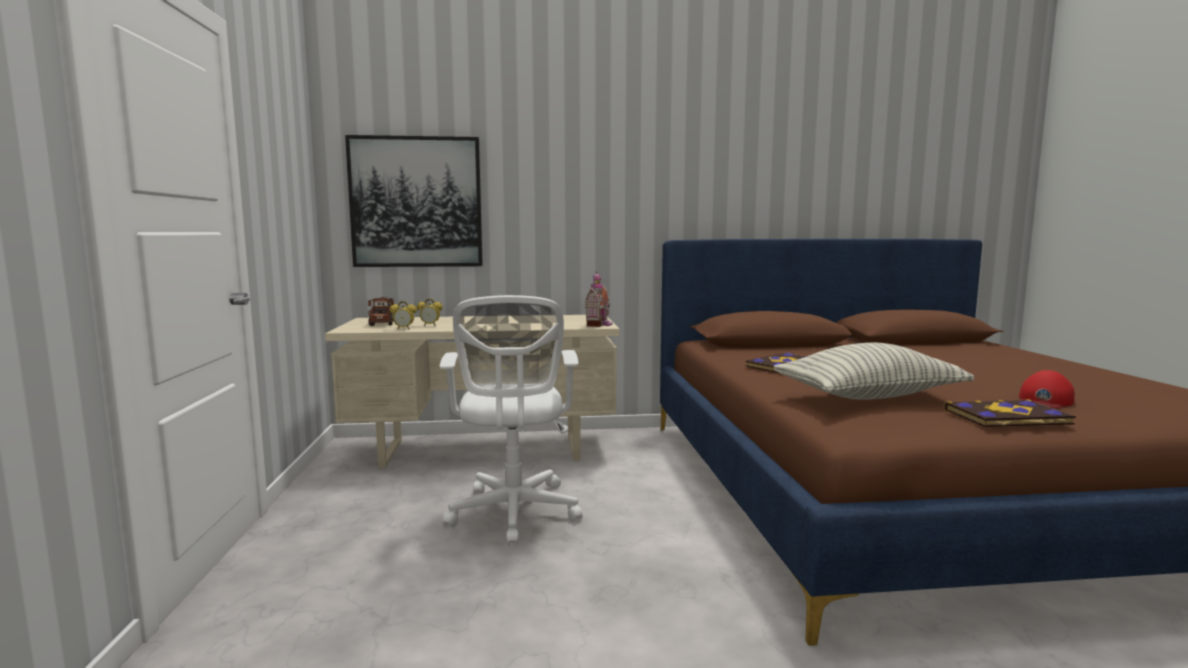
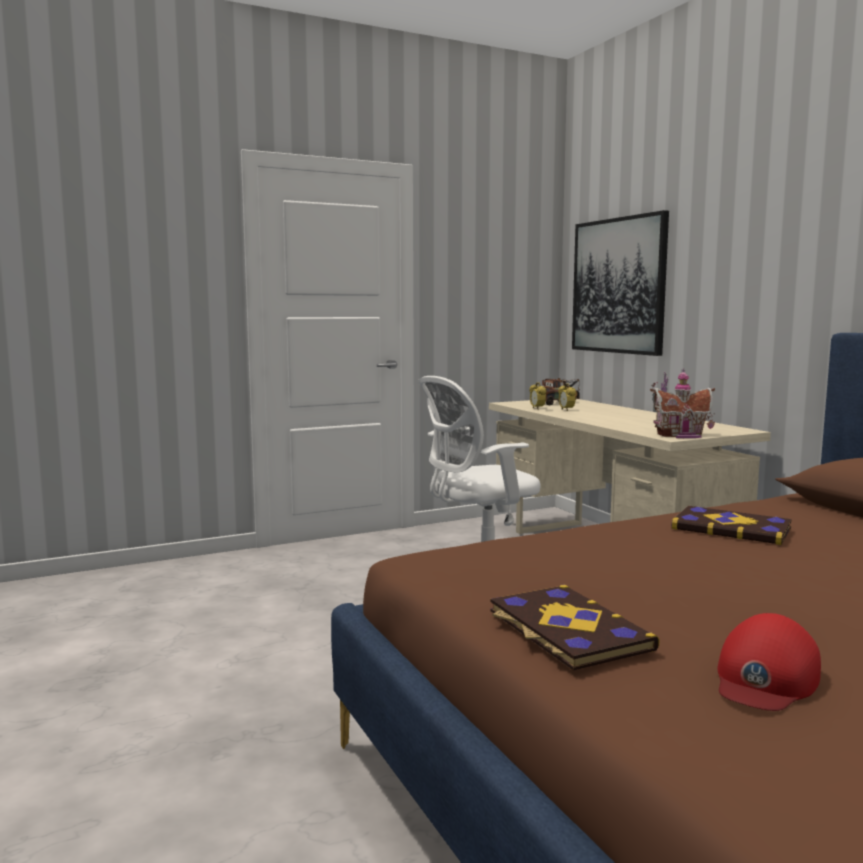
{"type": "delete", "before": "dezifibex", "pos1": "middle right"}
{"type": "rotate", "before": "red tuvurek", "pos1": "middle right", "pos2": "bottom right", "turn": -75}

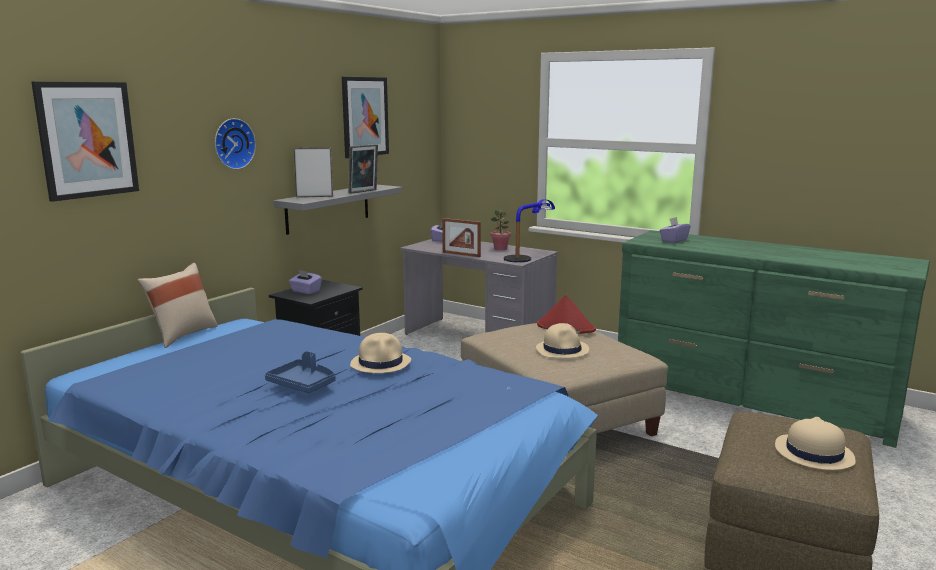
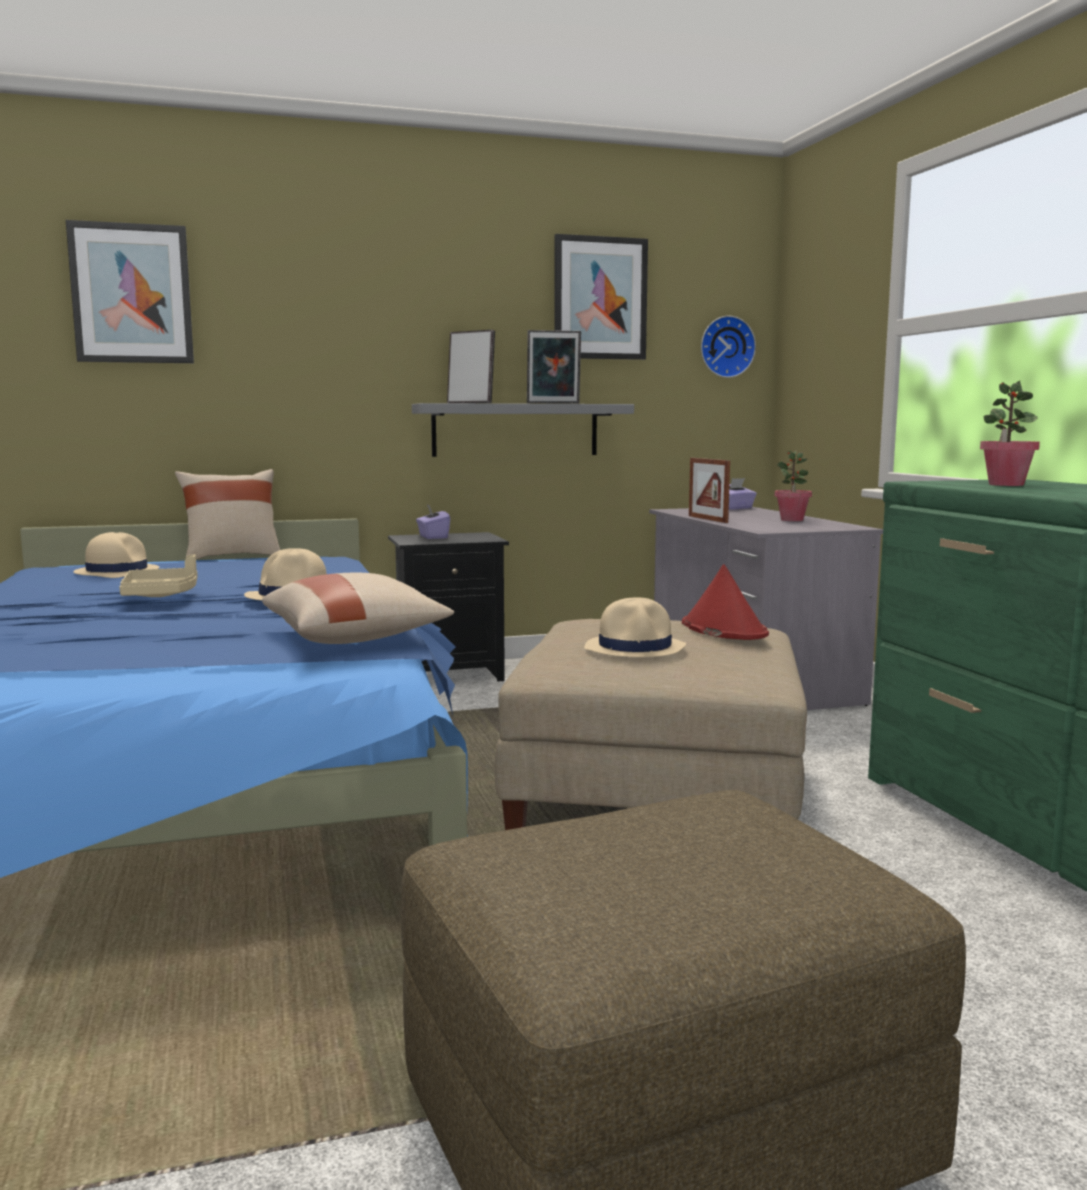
{"type": "move", "before": "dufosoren", "pos1": "top left", "pos2": "top right"}
{"type": "delete", "before": "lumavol", "pos1": "centre"}
{"type": "replace", "before": "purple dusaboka (3rd from left)", "after": "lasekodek (2nd from left)", "pos1": "middle right", "pos2": "middle right"}
{"type": "recolor", "before": "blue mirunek", "after": "beige mirunek", "pos1": "middle left", "pos2": "middle left"}
{"type": "move", "before": "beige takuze (3rd from left in the first image)", "after": "beige takuze (1st from left)", "pos1": "bottom right", "pos2": "middle left"}
{"type": "insert", "after": "beige dezifibex (2nd from left)", "pos2": "middle left"}

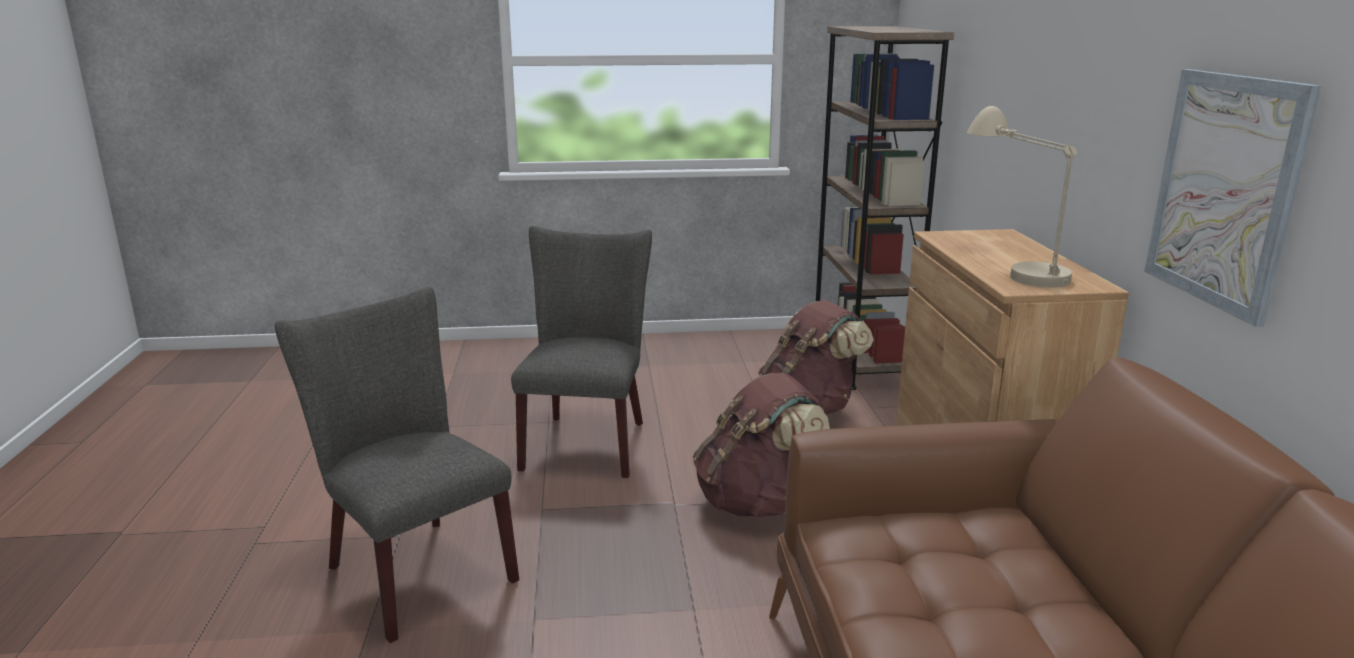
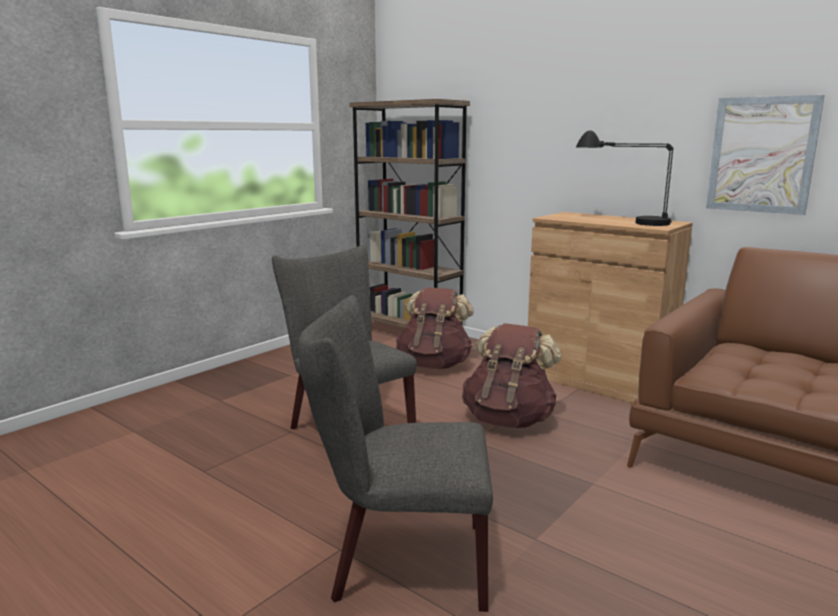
{"type": "recolor", "before": "beige lumavol", "after": "black lumavol", "pos1": "top right", "pos2": "top right"}

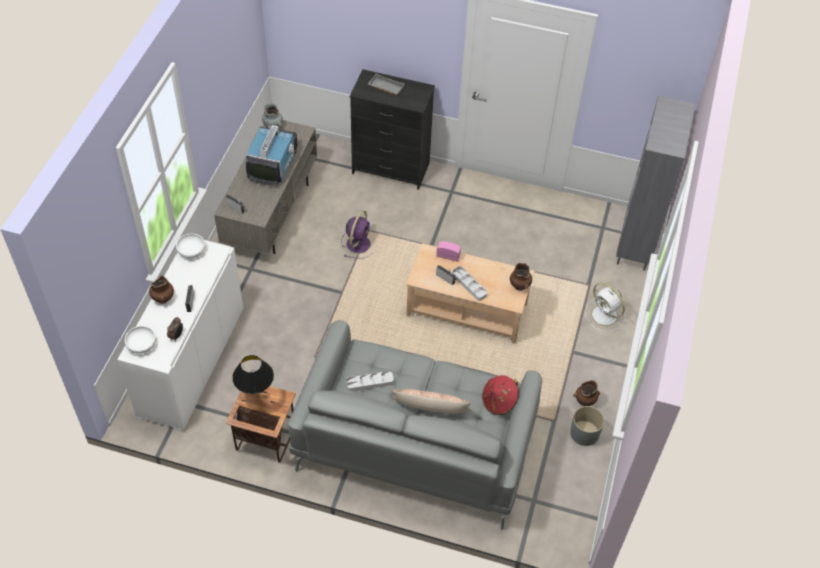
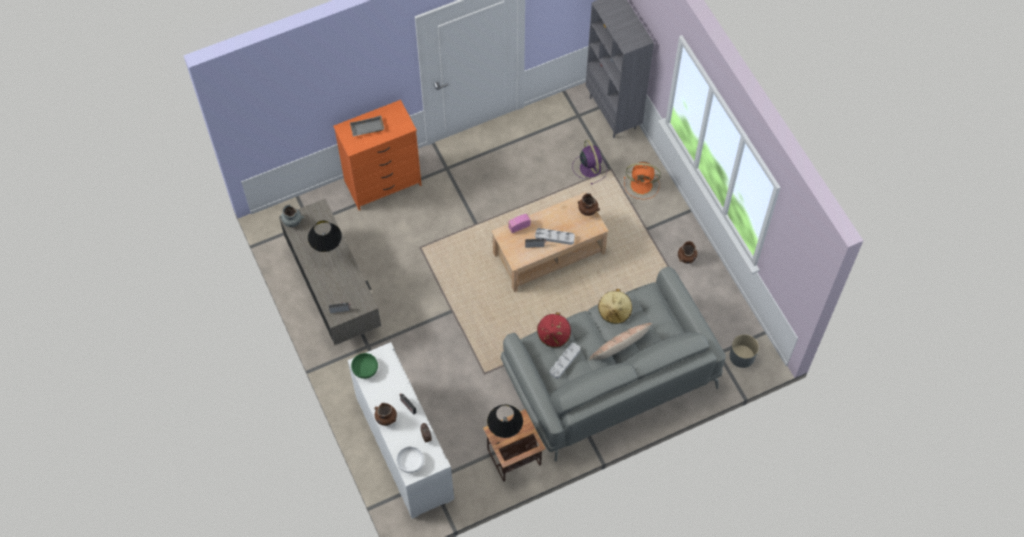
{"type": "recolor", "before": "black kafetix", "after": "orange kafetix", "pos1": "top centre", "pos2": "top centre"}
{"type": "replace", "before": "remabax", "after": "black lumavol (1st from left)", "pos1": "top left", "pos2": "middle left"}
{"type": "move", "before": "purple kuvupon", "pos1": "centre", "pos2": "top centre"}
{"type": "recolor", "before": "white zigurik (2nd from left)", "after": "green zigurik", "pos1": "middle left", "pos2": "bottom centre"}
{"type": "recolor", "before": "white kuvupon", "after": "orange kuvupon", "pos1": "middle right", "pos2": "centre"}
{"type": "move", "before": "red takuze", "pos1": "bottom centre", "pos2": "centre"}
{"type": "move", "before": "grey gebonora", "pos1": "bottom right", "pos2": "middle right"}
{"type": "insert", "after": "beige takuze", "pos2": "centre"}

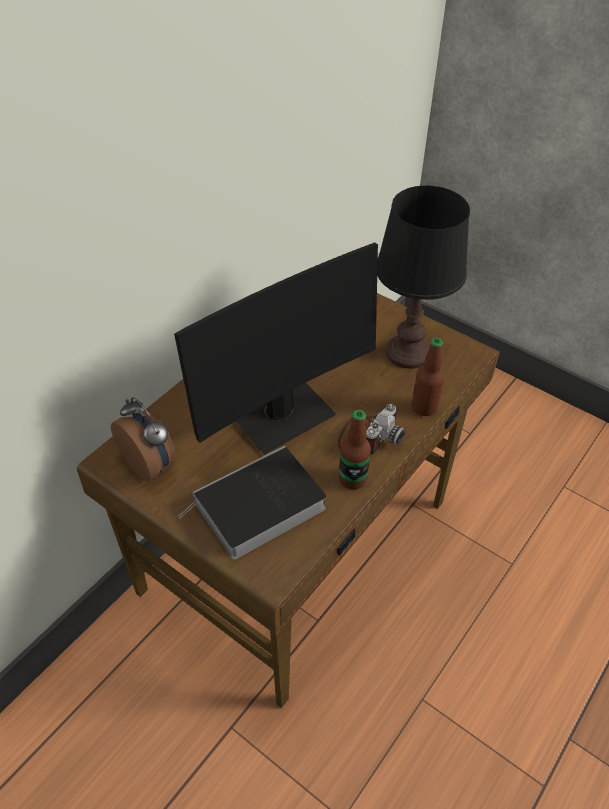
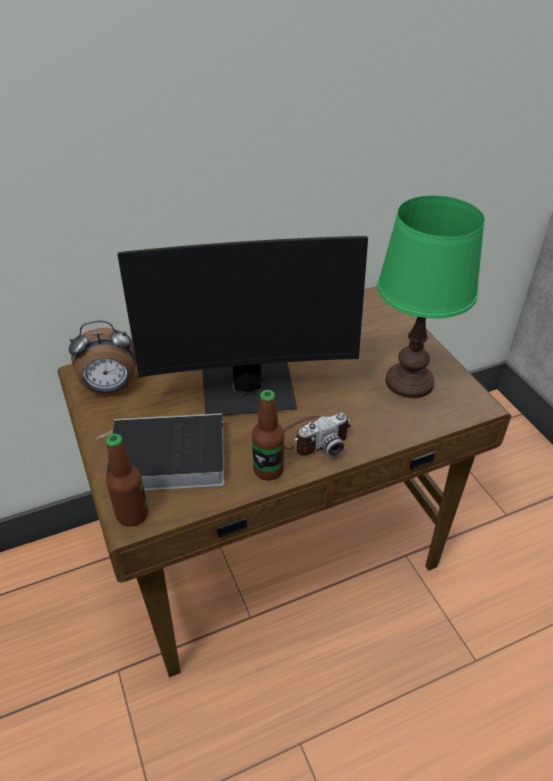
{"type": "recolor", "before": "black lumavol", "after": "green lumavol", "pos1": "middle right", "pos2": "middle right"}
{"type": "move", "before": "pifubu (2nd from left in the first image)", "after": "pifubu (1st from left)", "pos1": "middle right", "pos2": "middle left"}
{"type": "rotate", "before": "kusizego", "pos1": "middle left", "pos2": "middle left", "turn": 90}

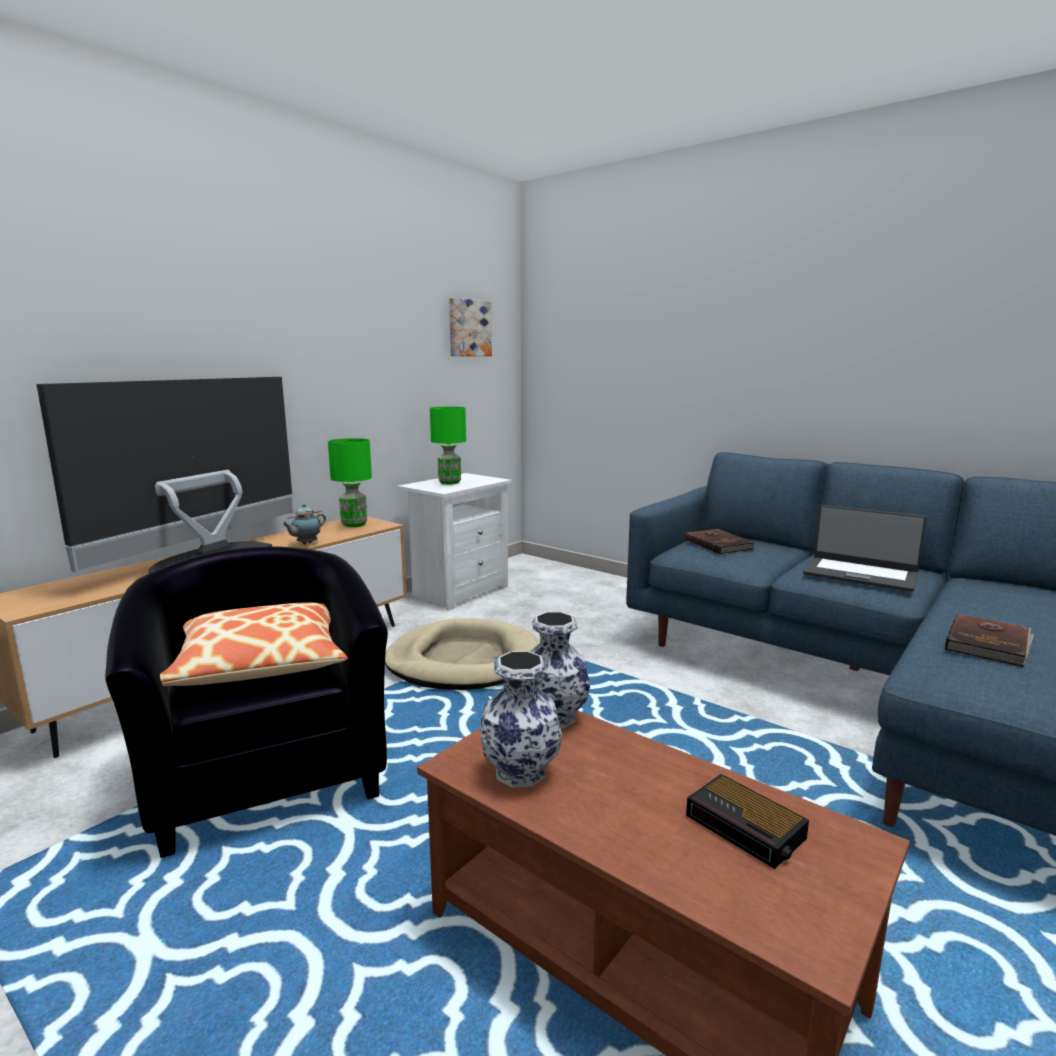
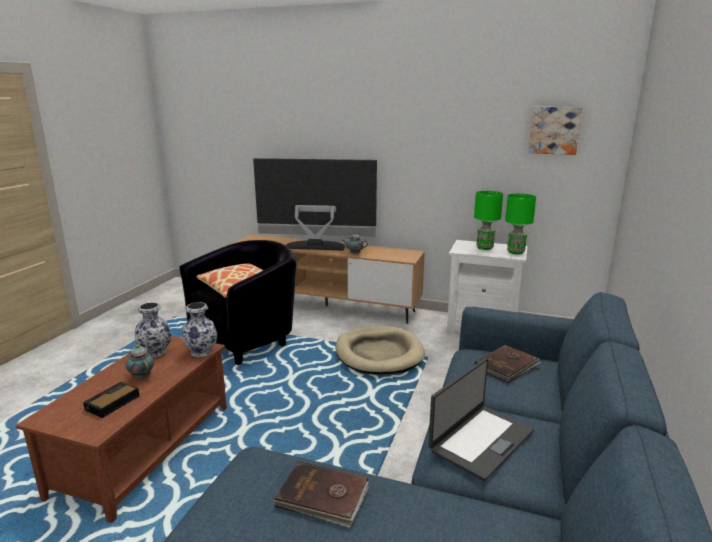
{"type": "move", "before": "green lumavol (1st from left in the first image)", "after": "green lumavol (2nd from left)", "pos1": "middle left", "pos2": "middle right"}
{"type": "rotate", "before": "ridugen", "pos1": "middle right", "pos2": "bottom right", "turn": -150}
{"type": "insert", "after": "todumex (1st from left)", "pos2": "bottom left"}

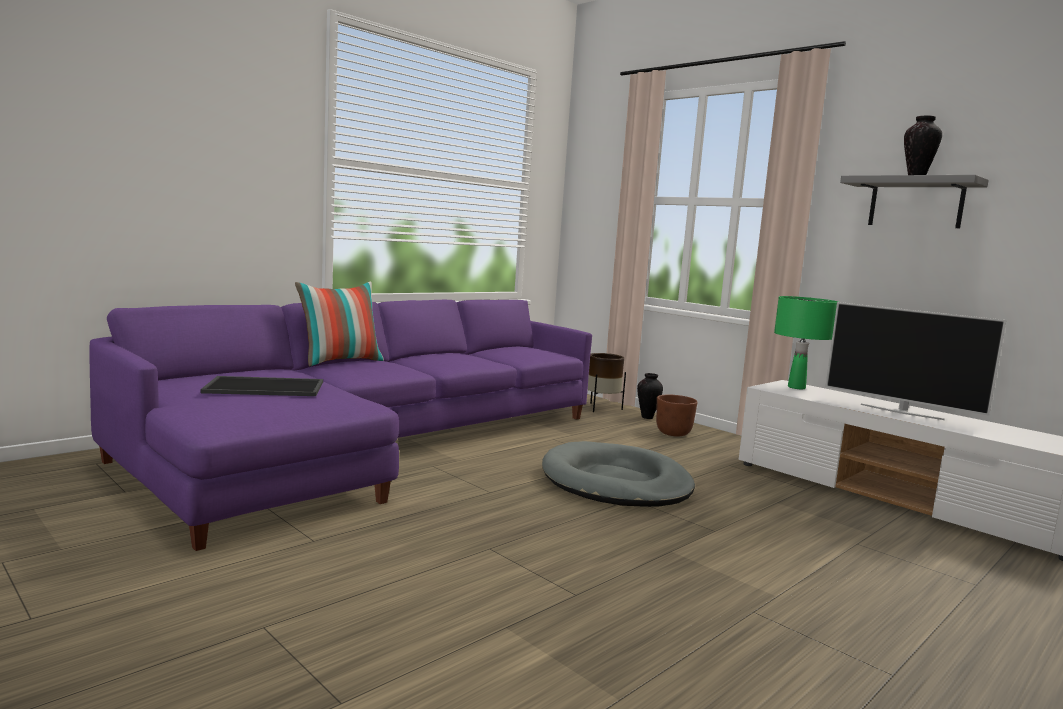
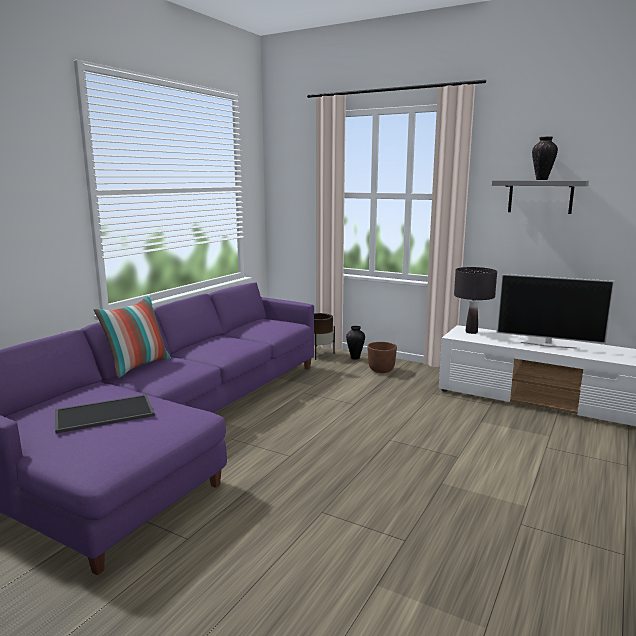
{"type": "recolor", "before": "green lumavol", "after": "black lumavol", "pos1": "middle right", "pos2": "middle right"}
{"type": "delete", "before": "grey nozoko", "pos1": "bottom centre"}

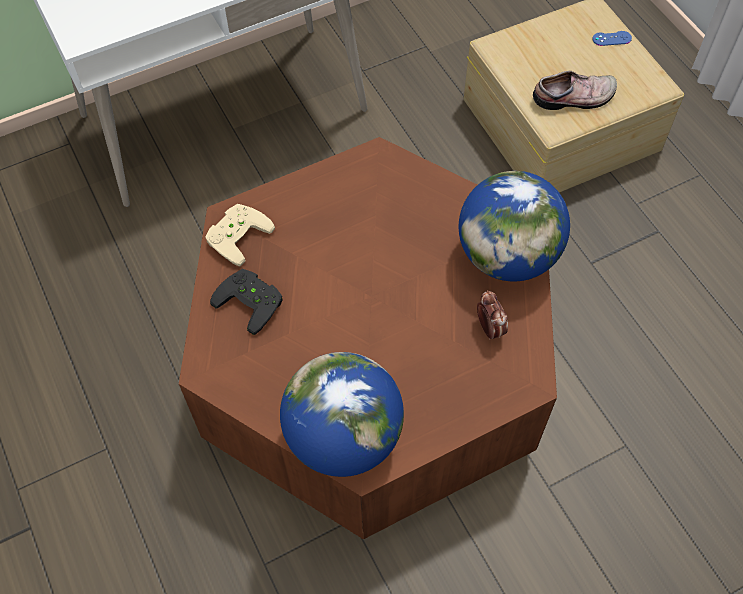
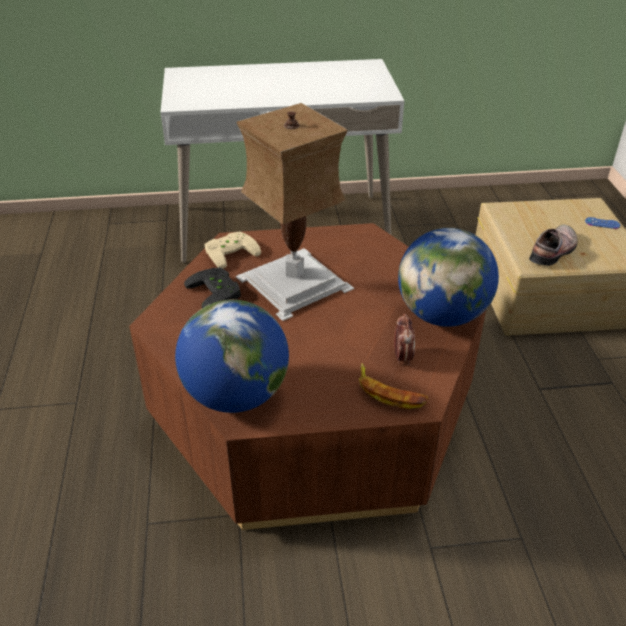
{"type": "rotate", "before": "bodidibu", "pos1": "top right", "pos2": "middle right", "turn": -60}
{"type": "insert", "after": "lumavol", "pos2": "centre"}
{"type": "insert", "after": "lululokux", "pos2": "centre"}

